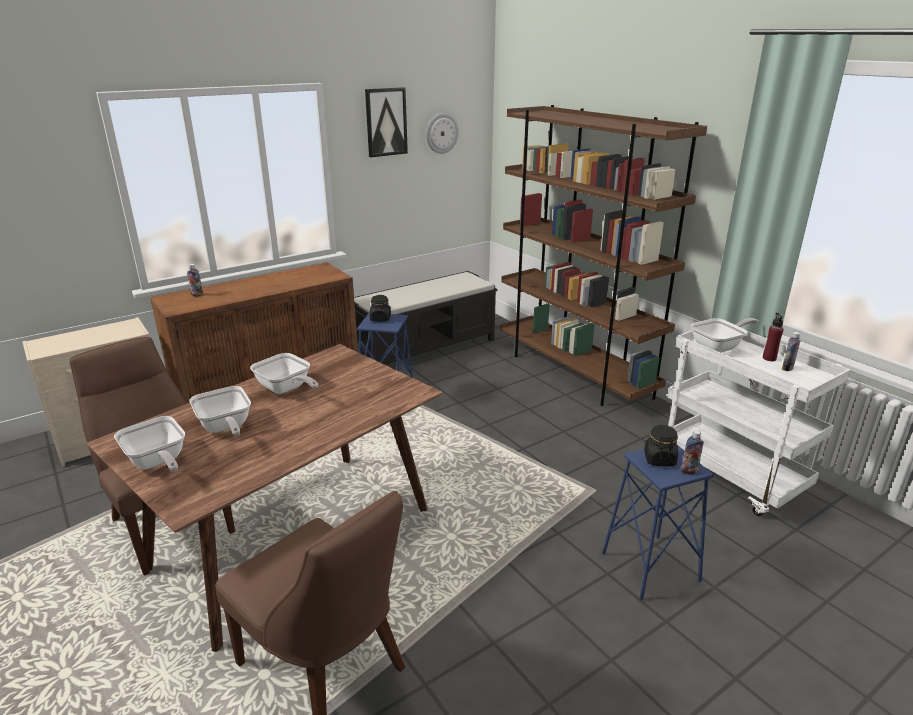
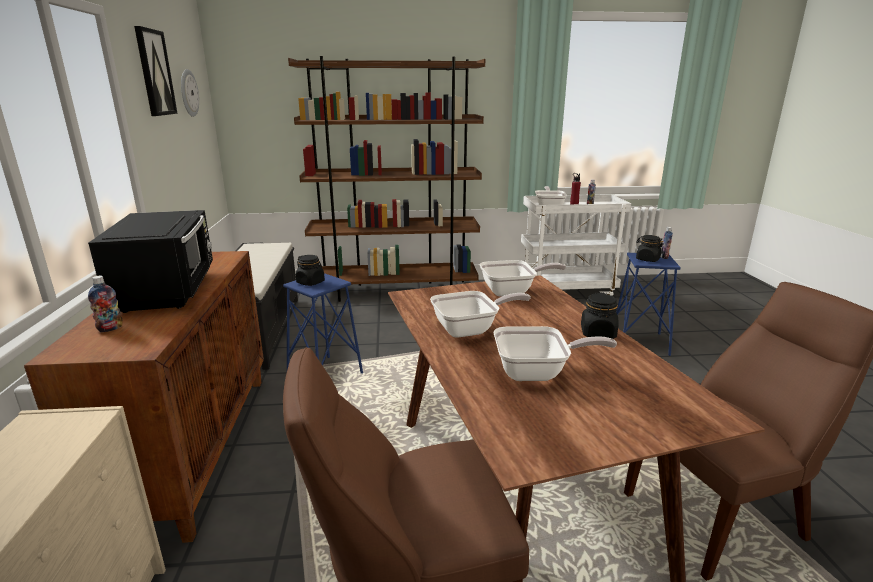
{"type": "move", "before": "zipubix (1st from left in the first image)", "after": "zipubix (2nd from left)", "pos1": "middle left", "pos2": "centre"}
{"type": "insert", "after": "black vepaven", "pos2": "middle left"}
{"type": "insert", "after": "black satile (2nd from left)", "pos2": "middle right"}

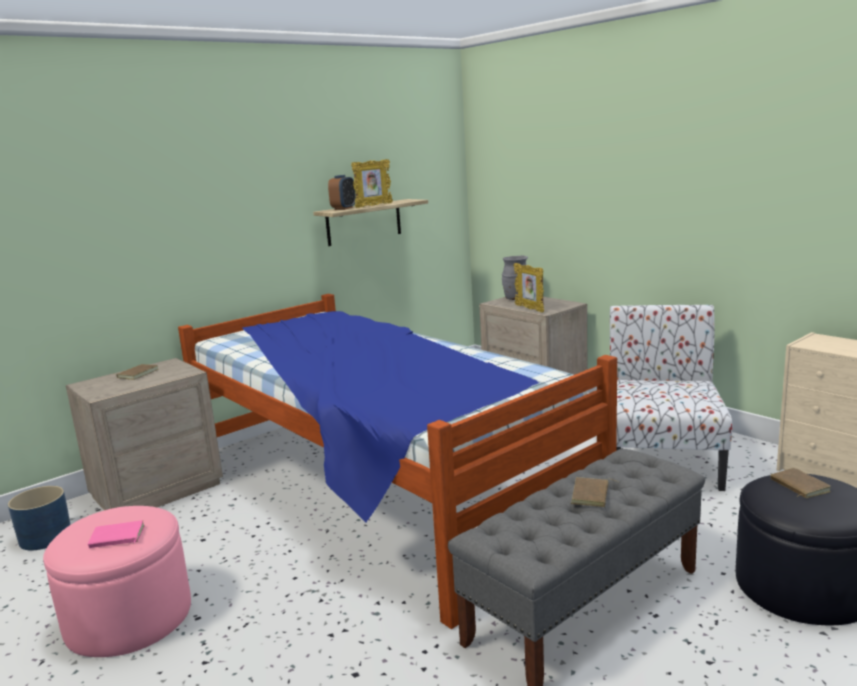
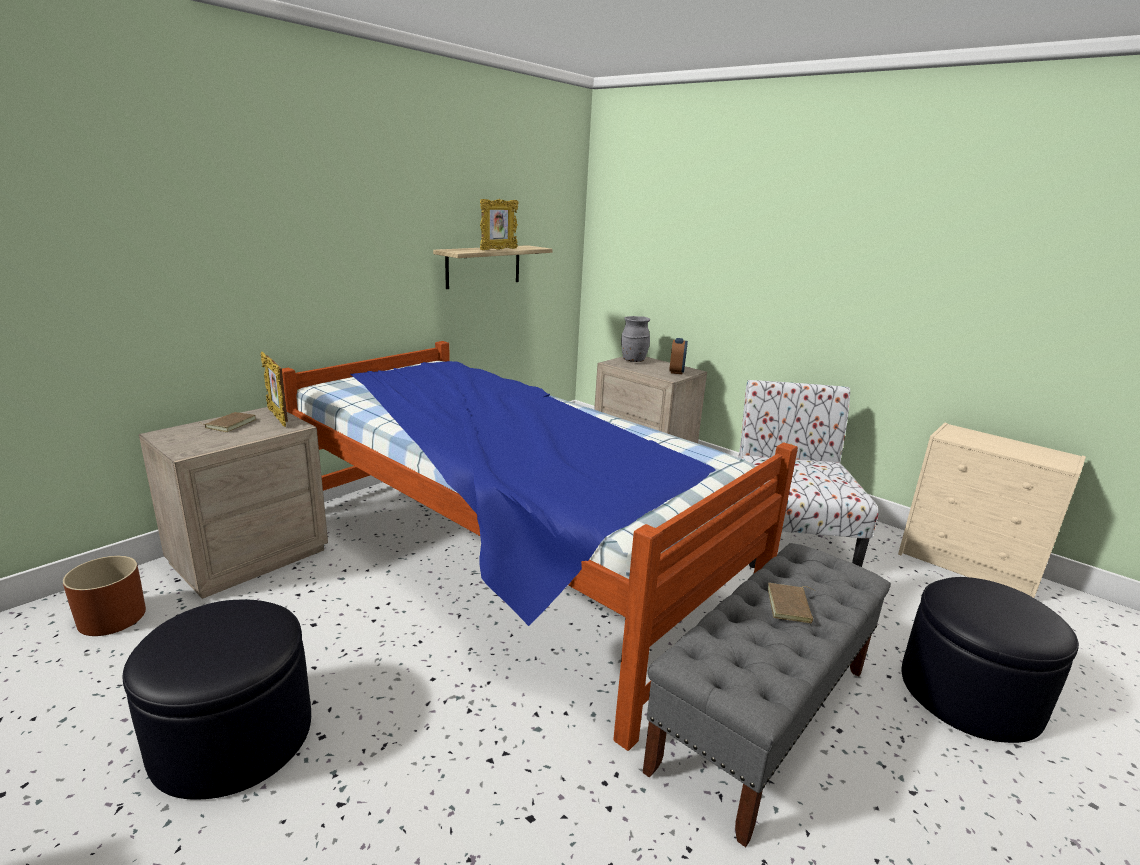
{"type": "move", "before": "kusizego", "pos1": "top centre", "pos2": "centre"}
{"type": "move", "before": "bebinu (2nd from left in the first image)", "after": "bebinu (1st from left)", "pos1": "centre", "pos2": "middle left"}
{"type": "delete", "before": "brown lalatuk (3rd from left)", "pos1": "bottom right"}
{"type": "recolor", "before": "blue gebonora", "after": "brown gebonora", "pos1": "bottom left", "pos2": "bottom left"}
{"type": "recolor", "before": "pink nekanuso", "after": "black nekanuso (1st from left)", "pos1": "bottom left", "pos2": "bottom left"}
{"type": "delete", "before": "pink lalatuk", "pos1": "bottom left"}

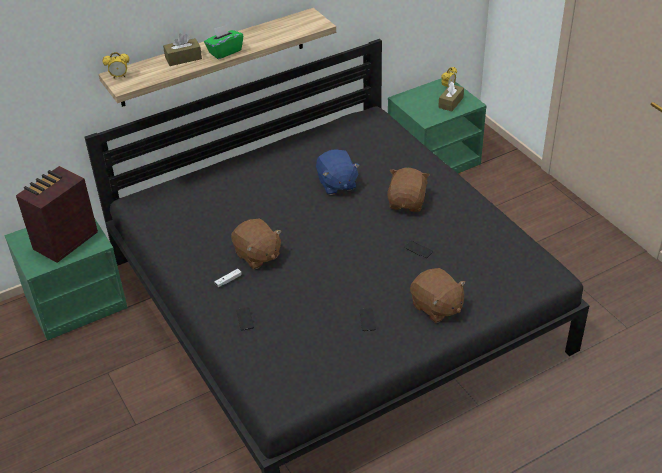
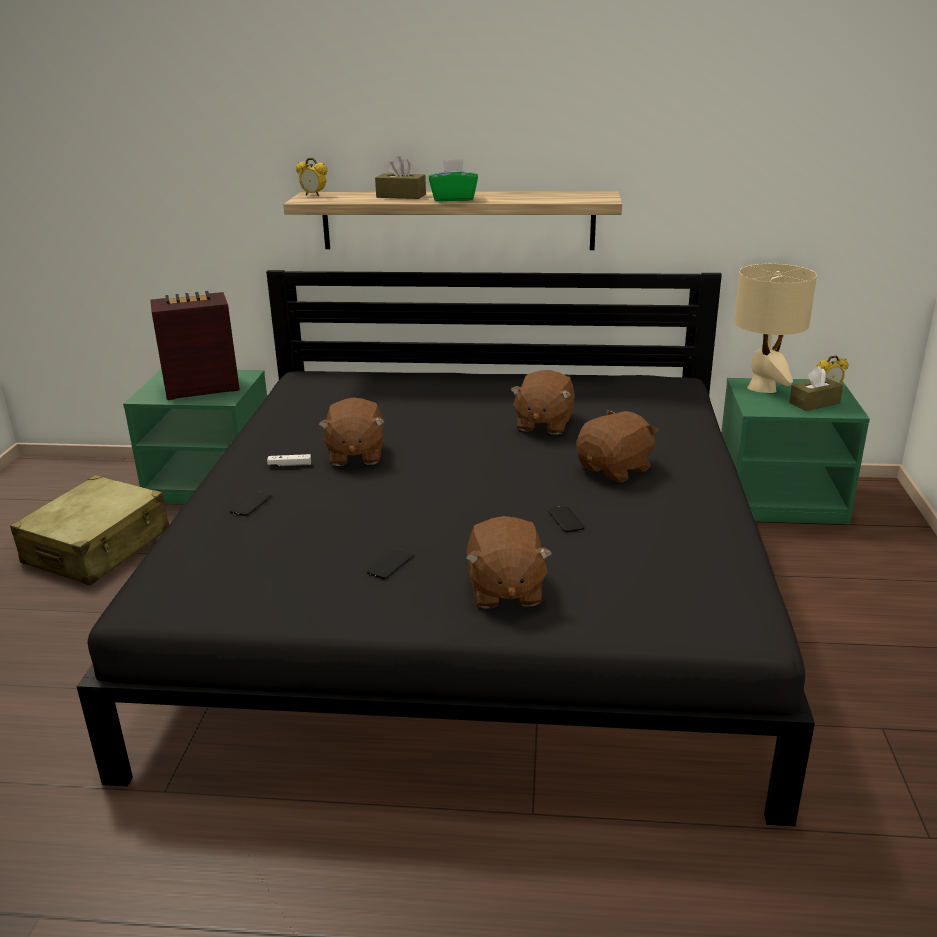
{"type": "recolor", "before": "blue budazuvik", "after": "brown budazuvik (3rd from left)", "pos1": "centre", "pos2": "centre"}
{"type": "insert", "after": "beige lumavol", "pos2": "middle right"}
{"type": "insert", "after": "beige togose", "pos2": "middle left"}

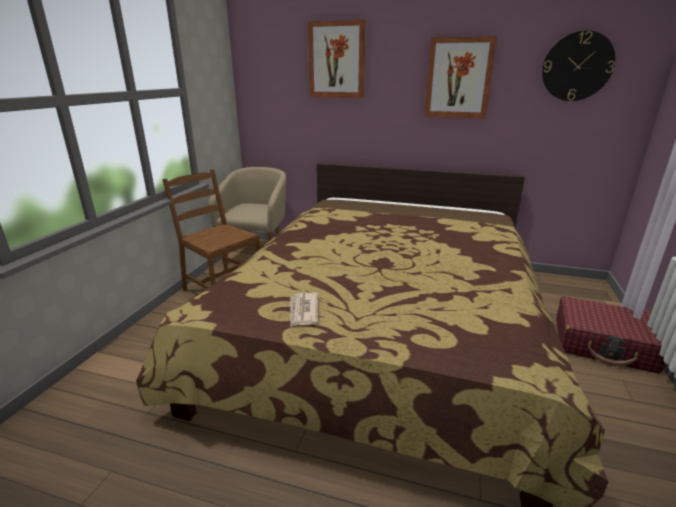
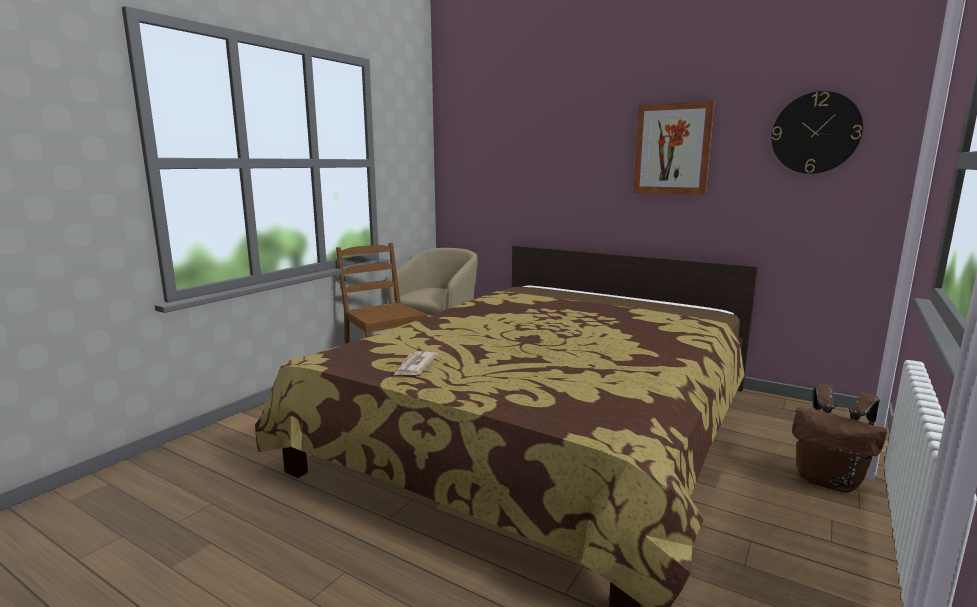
{"type": "delete", "before": "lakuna (1st from left)", "pos1": "top centre"}
{"type": "replace", "before": "red togose", "after": "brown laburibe", "pos1": "middle right", "pos2": "bottom right"}

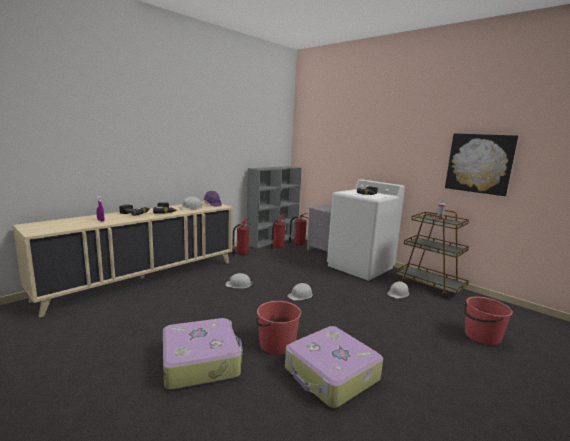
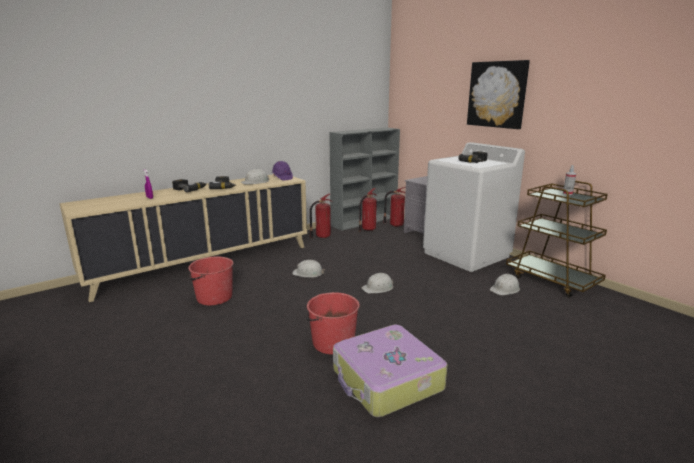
{"type": "move", "before": "lakuna", "pos1": "middle right", "pos2": "top right"}
{"type": "move", "before": "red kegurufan (2nd from left in the first image)", "after": "red kegurufan (1st from left)", "pos1": "bottom right", "pos2": "middle left"}
{"type": "delete", "before": "togose (1st from left)", "pos1": "bottom centre"}

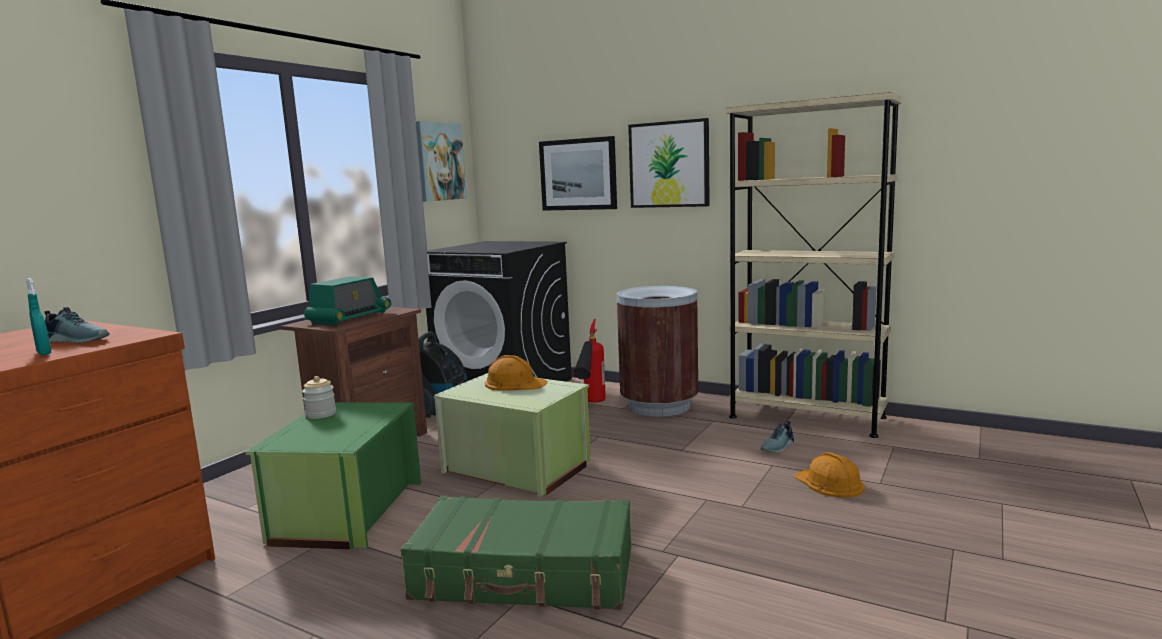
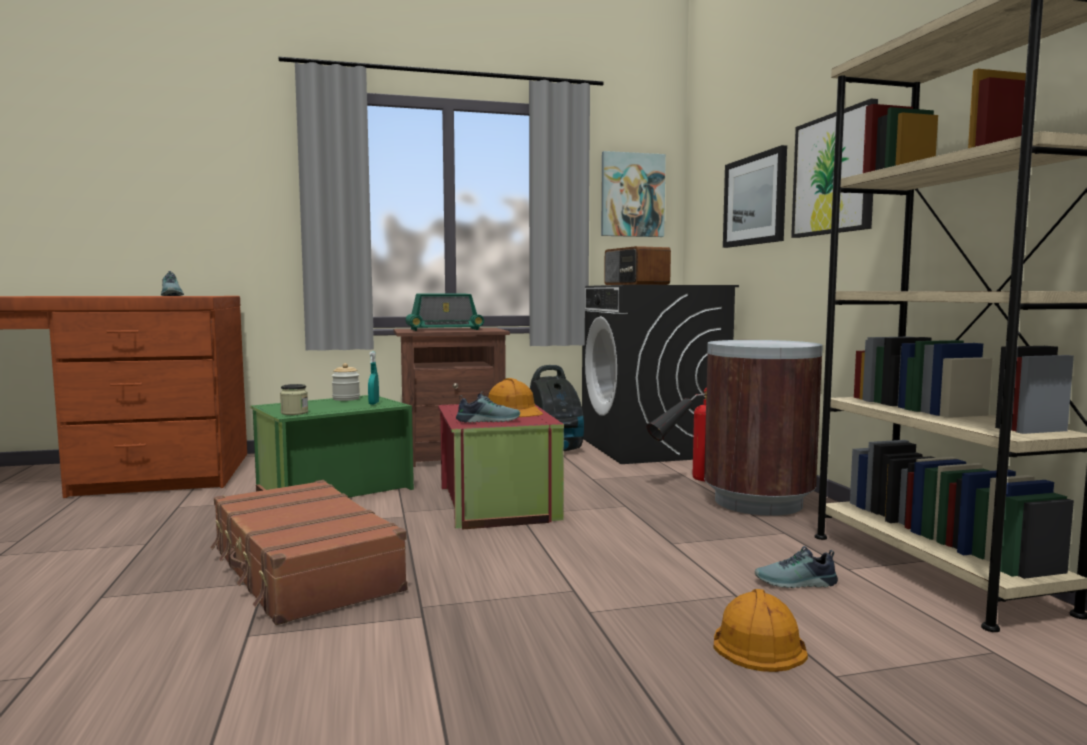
{"type": "move", "before": "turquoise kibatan", "pos1": "middle left", "pos2": "centre"}
{"type": "recolor", "before": "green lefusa (2nd from left)", "after": "red lefusa", "pos1": "bottom centre", "pos2": "centre"}
{"type": "recolor", "before": "green togose", "after": "brown togose", "pos1": "bottom centre", "pos2": "bottom left"}
{"type": "insert", "after": "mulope (2nd from left)", "pos2": "centre"}
{"type": "insert", "after": "satile (1st from left)", "pos2": "middle left"}
{"type": "insert", "after": "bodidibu (2nd from left)", "pos2": "centre"}

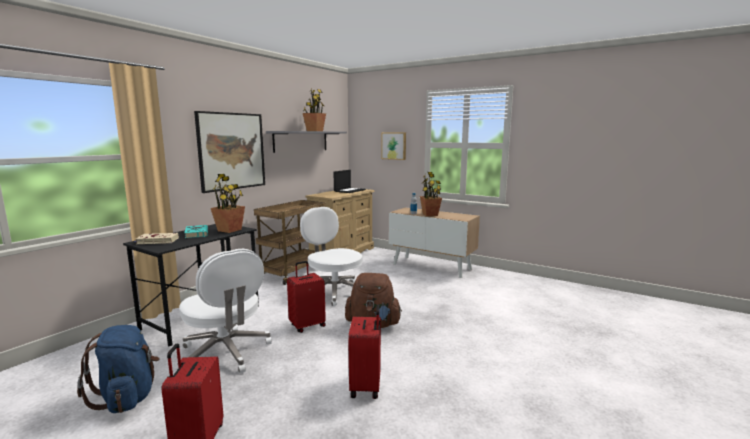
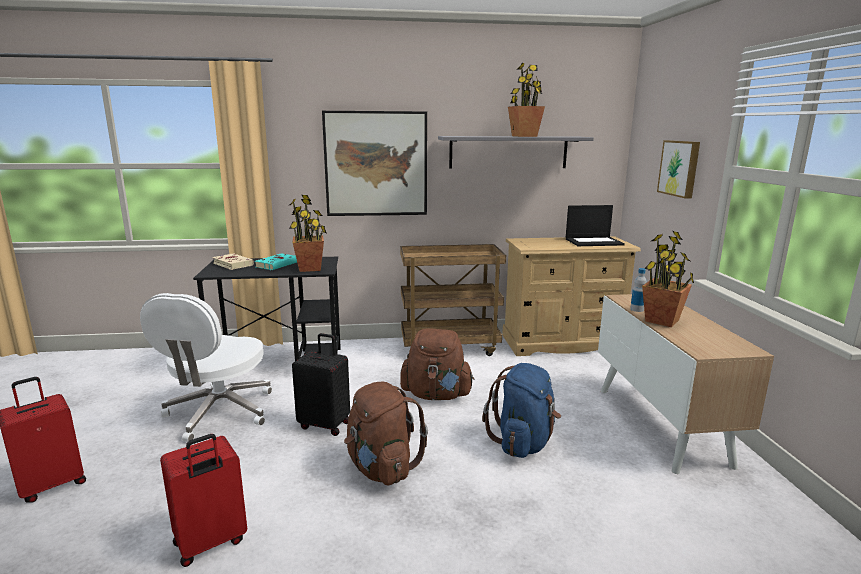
{"type": "replace", "before": "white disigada (2nd from left)", "after": "brown laburibe (2nd from left)", "pos1": "centre", "pos2": "centre"}
{"type": "recolor", "before": "red togose (2nd from left)", "after": "black togose", "pos1": "bottom centre", "pos2": "bottom centre"}
{"type": "move", "before": "blue laburibe", "pos1": "bottom left", "pos2": "bottom centre"}

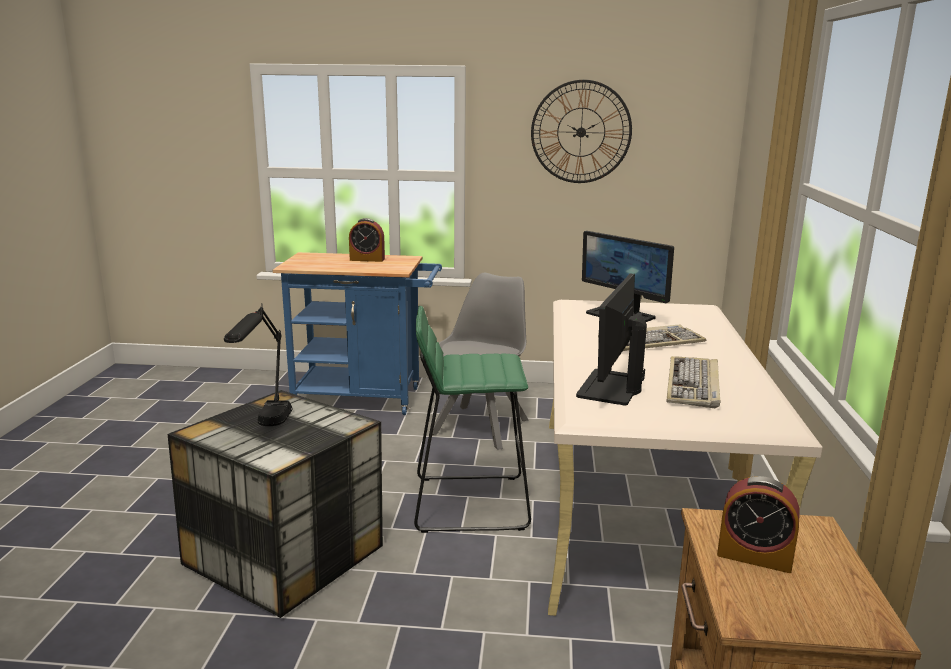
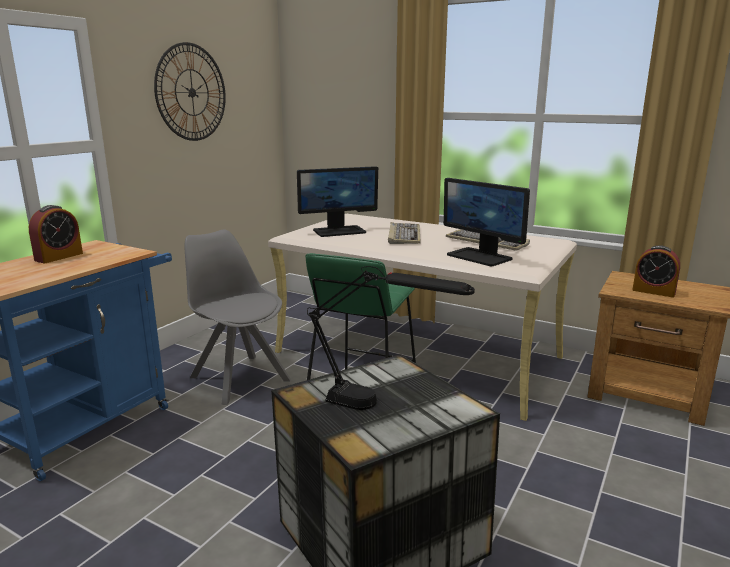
{"type": "rotate", "before": "kusizego (2nd from left)", "pos1": "bottom right", "pos2": "middle right", "turn": 75}

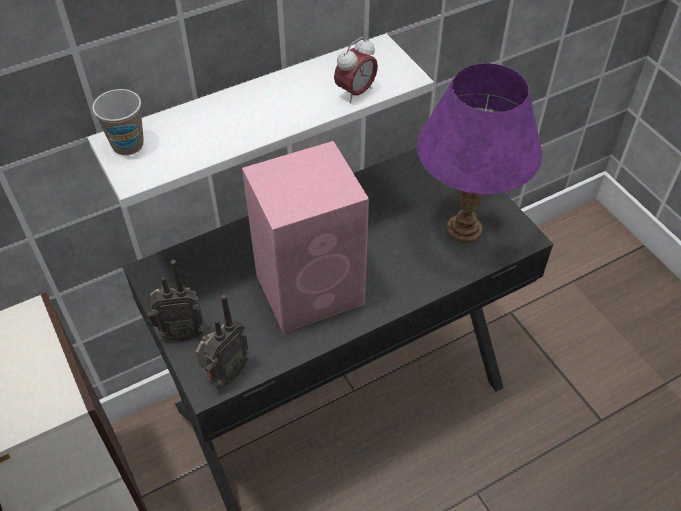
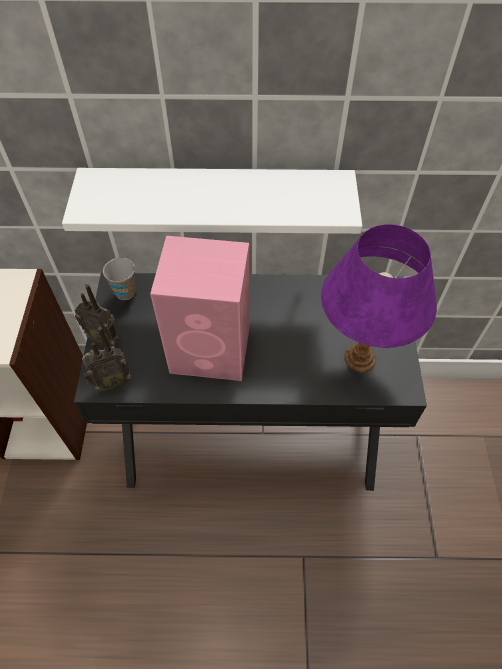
{"type": "delete", "before": "kusizego", "pos1": "top centre"}
{"type": "move", "before": "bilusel", "pos1": "top left", "pos2": "middle left"}

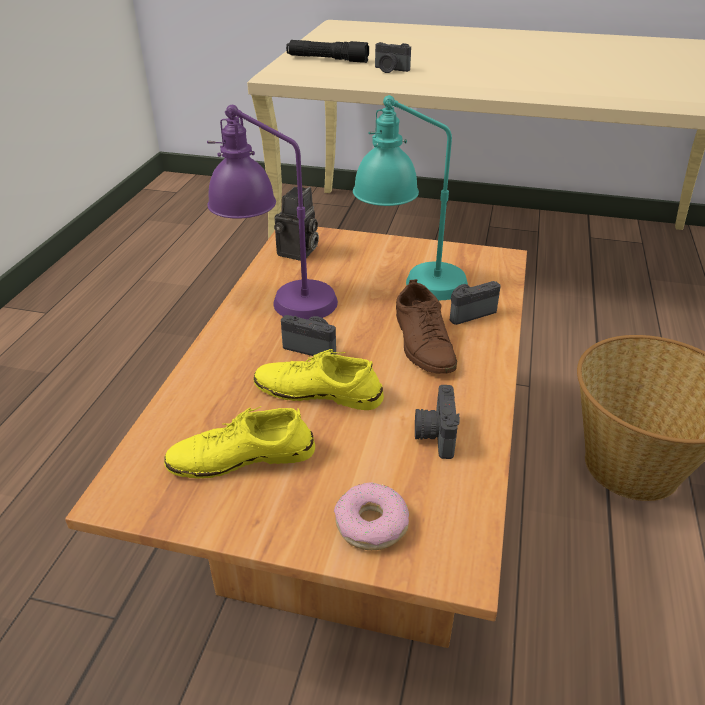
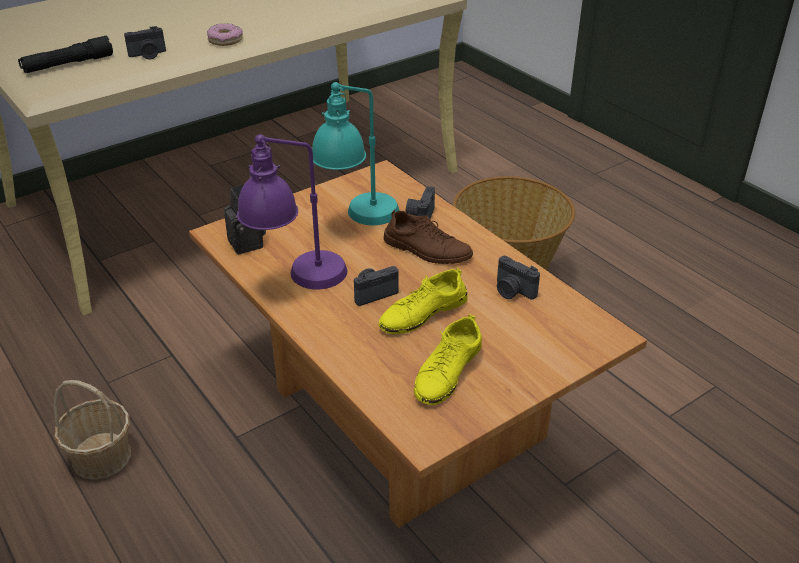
{"type": "move", "before": "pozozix", "pos1": "bottom centre", "pos2": "top left"}
{"type": "insert", "after": "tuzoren (1st from left)", "pos2": "bottom left"}

